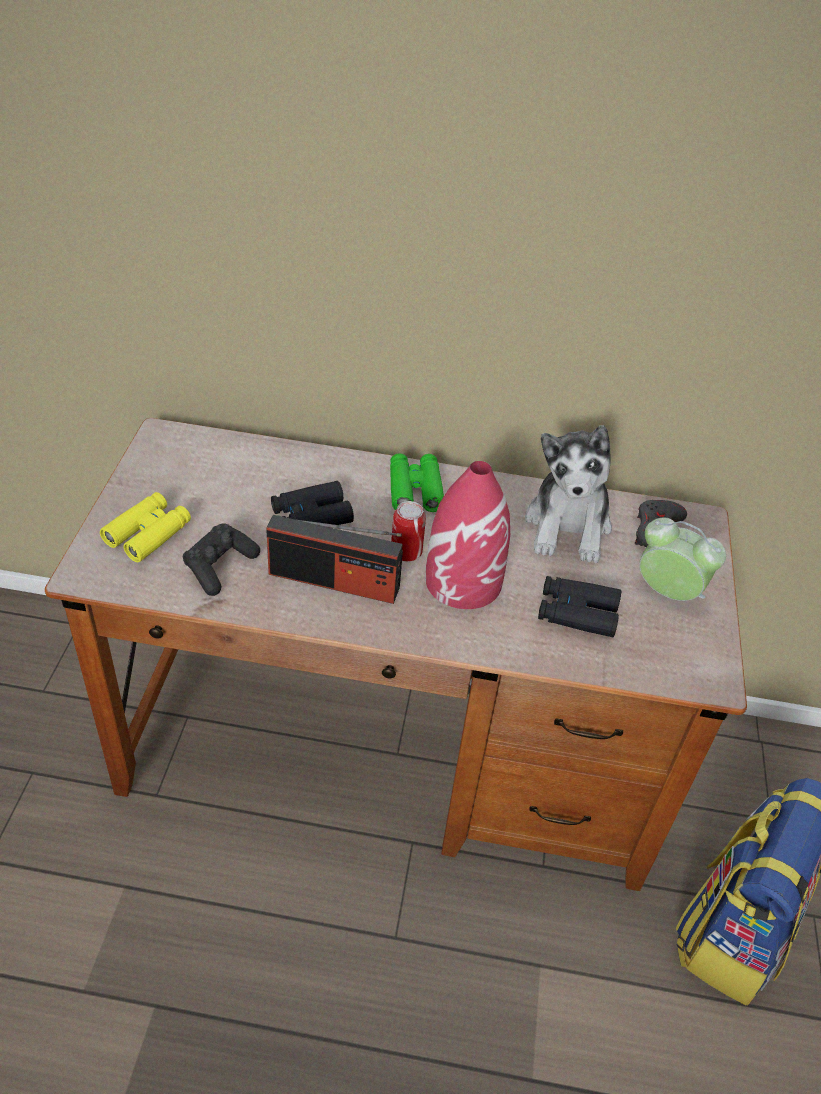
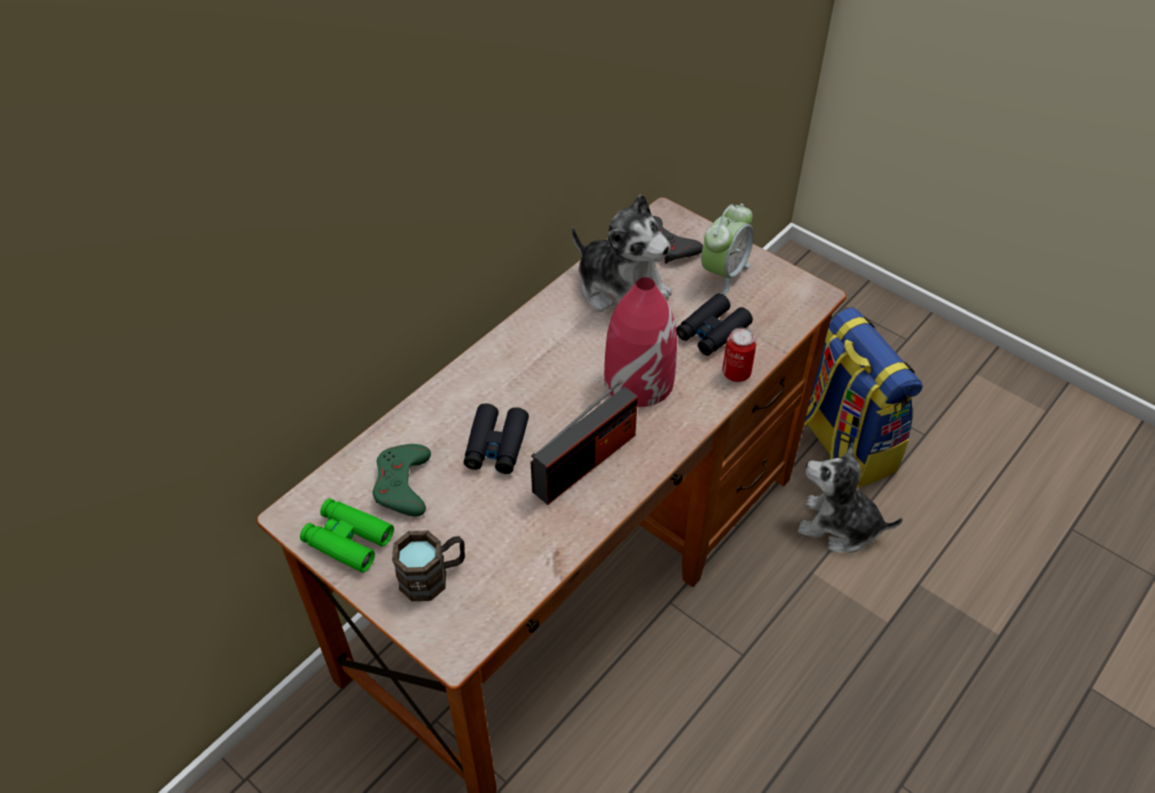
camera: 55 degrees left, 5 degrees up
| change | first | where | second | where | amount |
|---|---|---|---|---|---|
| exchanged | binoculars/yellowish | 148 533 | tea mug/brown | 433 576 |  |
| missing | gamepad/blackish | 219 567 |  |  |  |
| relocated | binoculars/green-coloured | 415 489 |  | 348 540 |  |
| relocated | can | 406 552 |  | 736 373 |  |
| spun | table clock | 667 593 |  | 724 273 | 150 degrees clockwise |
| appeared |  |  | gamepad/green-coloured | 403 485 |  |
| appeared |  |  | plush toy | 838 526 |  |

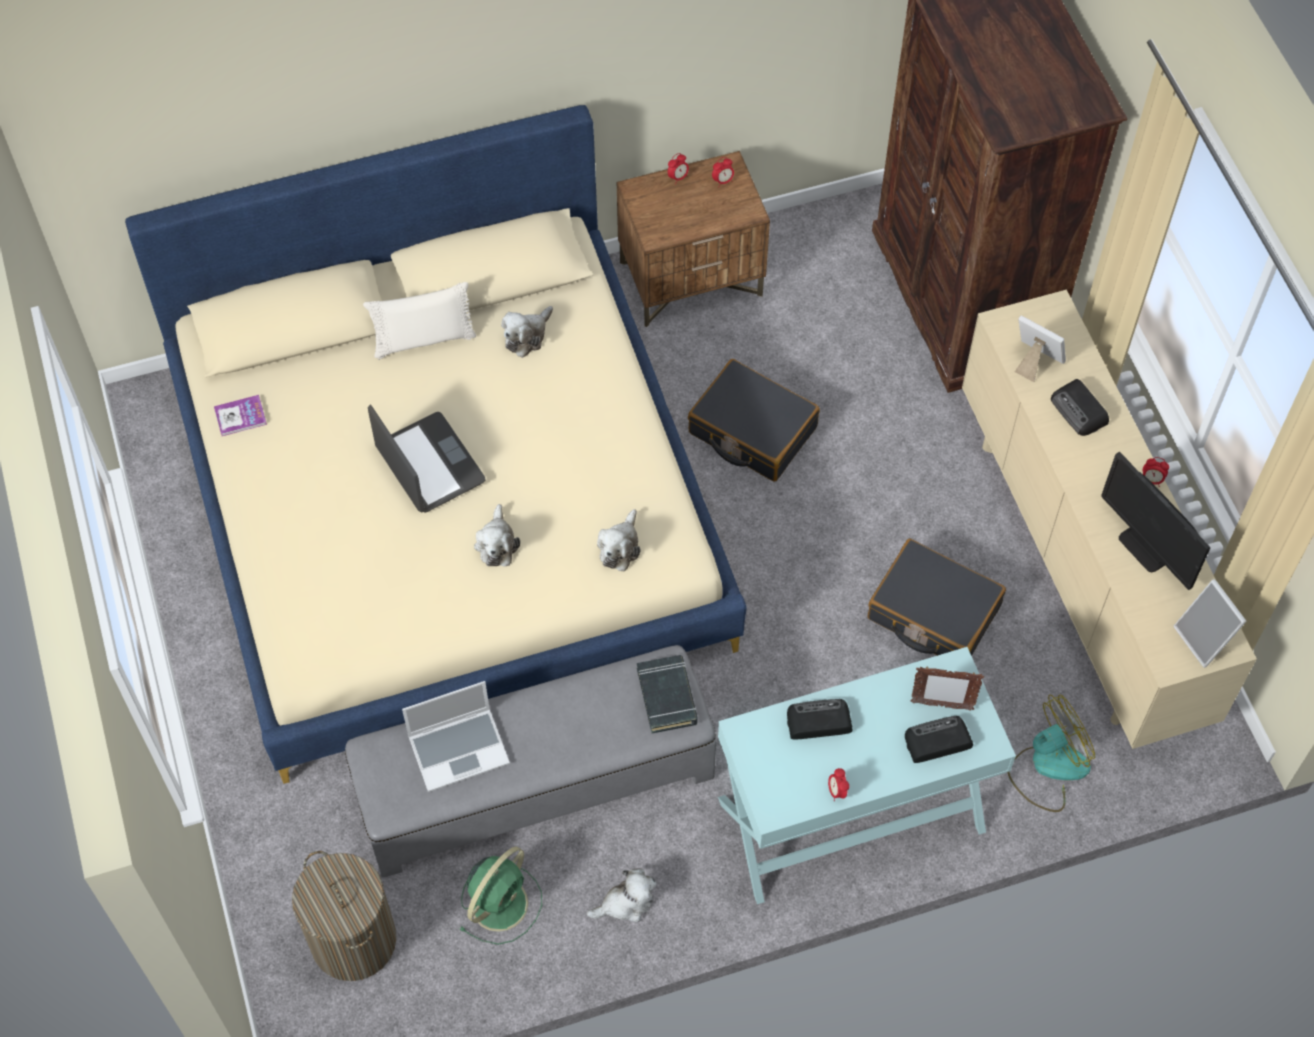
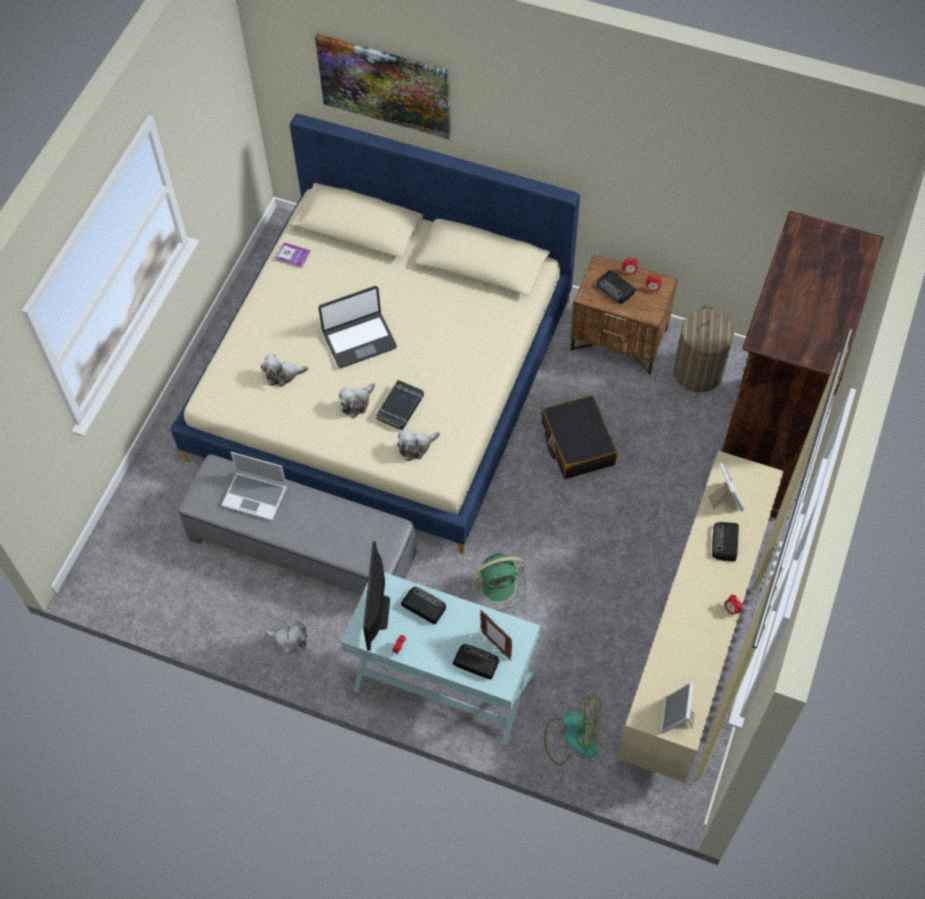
camera: 40 degrees right, 0 degrees up
| change | first | where | second | where | amount |
|---|---|---|---|---|---|
| relocated | washing basket | 353 940 |  | 698 372 |  |
| missing | pillow/white-coloured | 423 339 |  |  |  |
| spun | notebook computer | 429 465 |  | 359 340 | 60 degrees clockwise |
| relocated | cooling fan/green-coloured | 501 901 |  | 500 586 |  |
| relocated | plush toy | 527 336 |  | 283 375 |  |
| relocated | book/blackish | 667 696 |  | 400 407 |  |
| missing | travel case/blackish | 933 613 |  |  |  |
| relocated | monitor | 1146 547 |  | 377 612 |  |
| appeared |  |  | wall art | 385 85 |  |
| appeared |  |  | radio receiver | 615 289 |  |

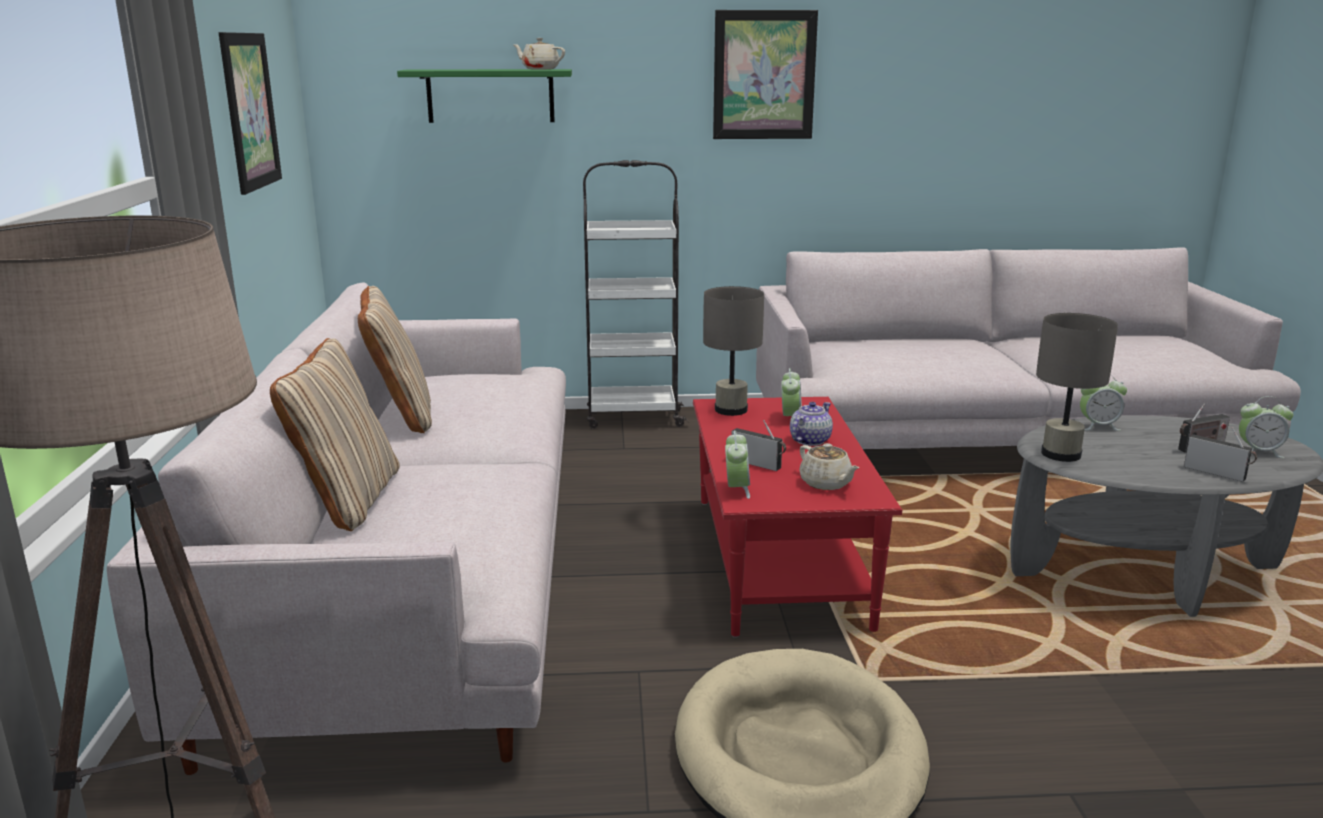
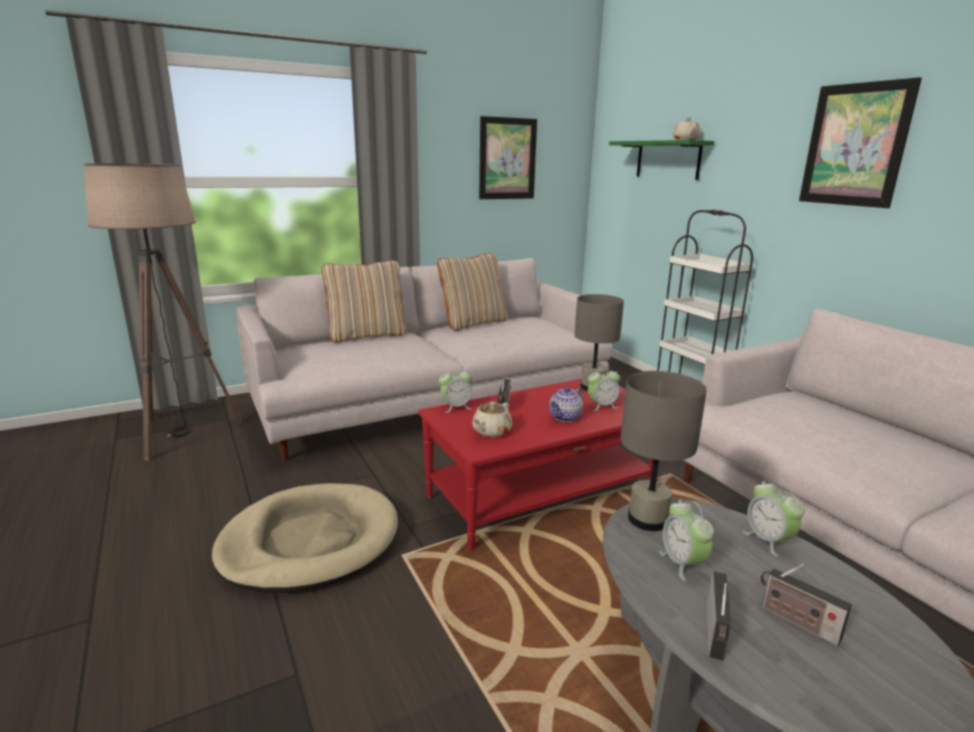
camera: 65 degrees right, 0 degrees up
| change | first | where | second | where | amount |
|---|---|---|---|---|---|
| spun | pot for tea | 809 440 |  | 565 417 | 120 degrees clockwise |
| relocated | table clock | 1258 452 |  | 682 563 |  |

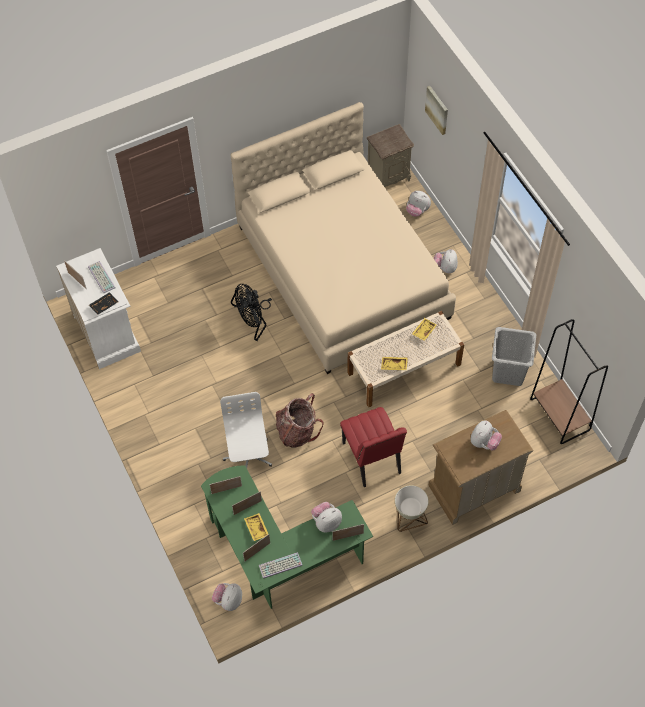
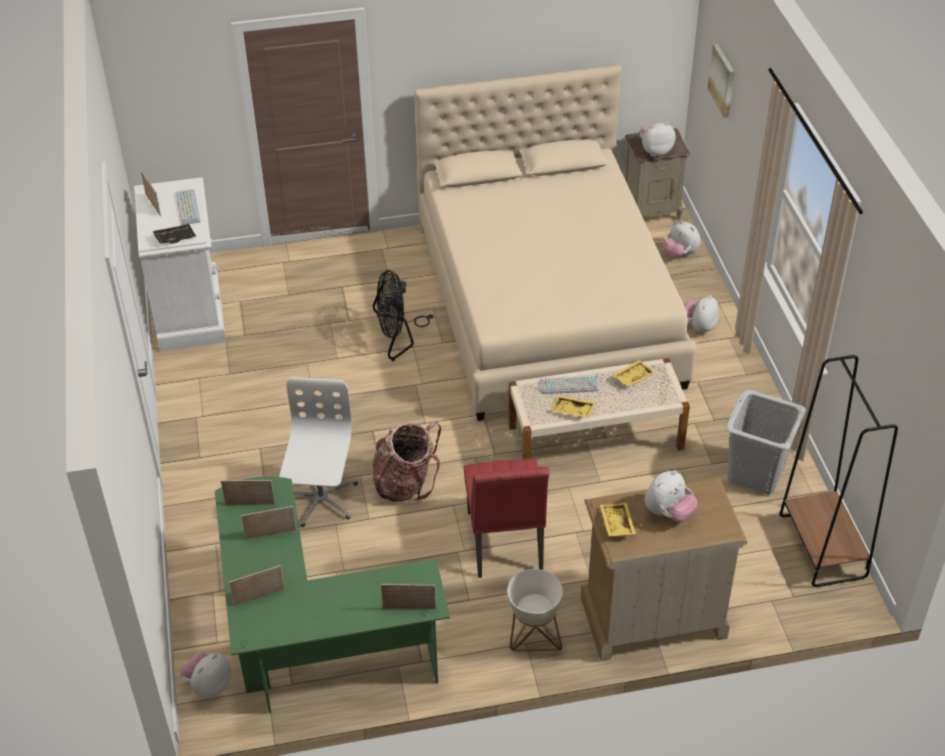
camera: 15 degrees right, 15 degrees down
| change | first | where | second | where | amount |
|---|---|---|---|---|---|
| relocated | serving tray/yellowish | 256 529 |  | 616 524 |  |
| relocated | keyboard | 280 566 |  | 568 386 |  |
| relocated | plush toy | 326 522 |  | 655 151 |  |

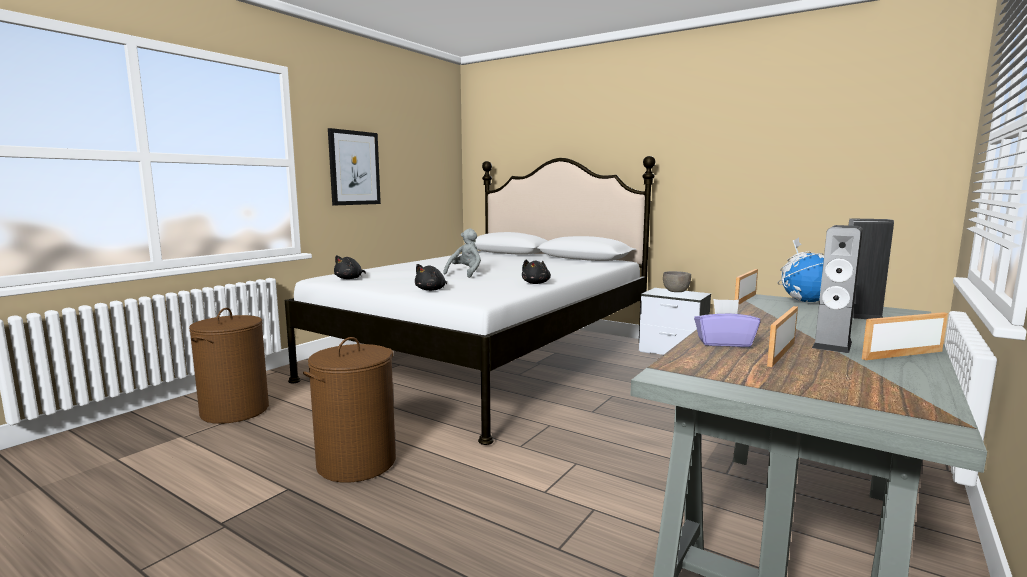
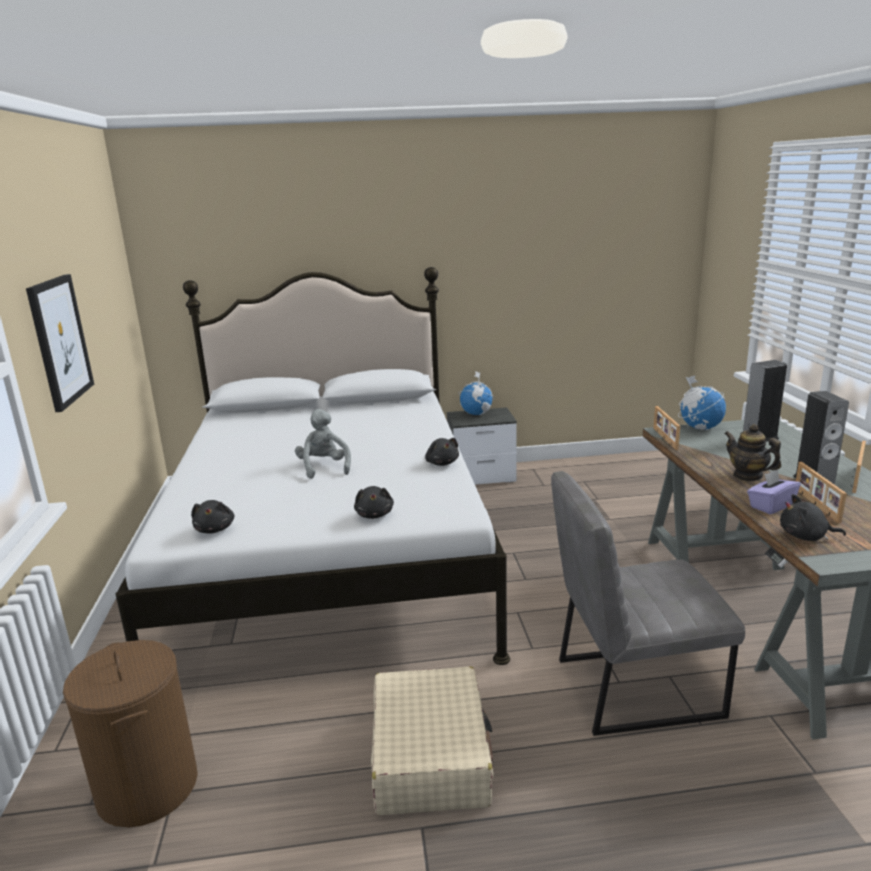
camera: 40 degrees left, 10 degrees up
| change | first | where | second | where | amount |
|---|---|---|---|---|---|
| exchanged | washing basket/brown | 357 462 | travel case/beige | 430 755 |  |
| exchanged | deep dish/greyish | 676 292 | desk globe | 476 414 |  |
| appeared |  |  | chair/greyish | 633 687 |  |
| appeared |  |  | pot for tea | 748 476 |  |
| appeared |  |  | plush toy/blackish | 805 536 |  |

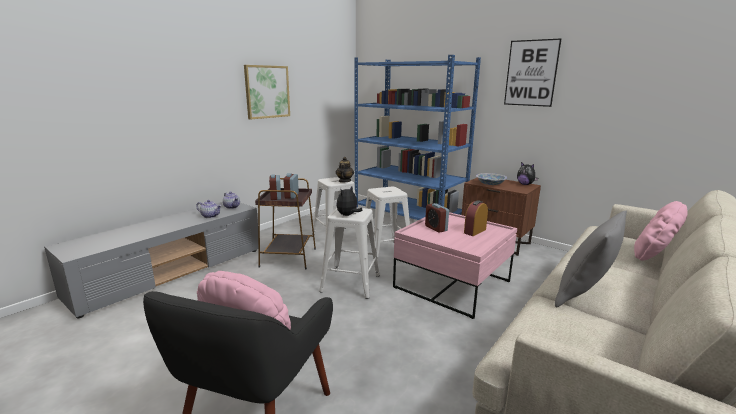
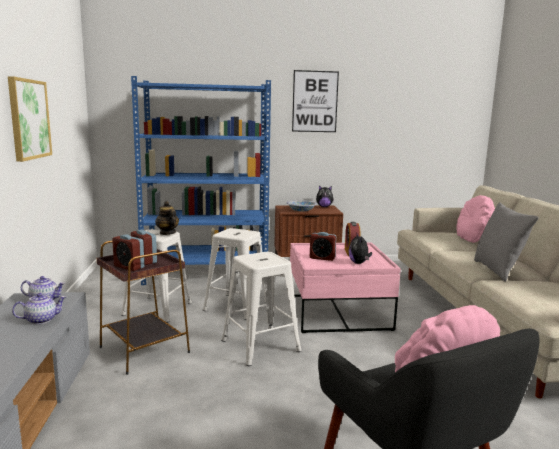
camera: 45 degrees left, 5 degrees down
| change | first | where | second | where | amount |
|---|---|---|---|---|---|
| relocated | plush toy | 348 215 |  | 359 263 |  |

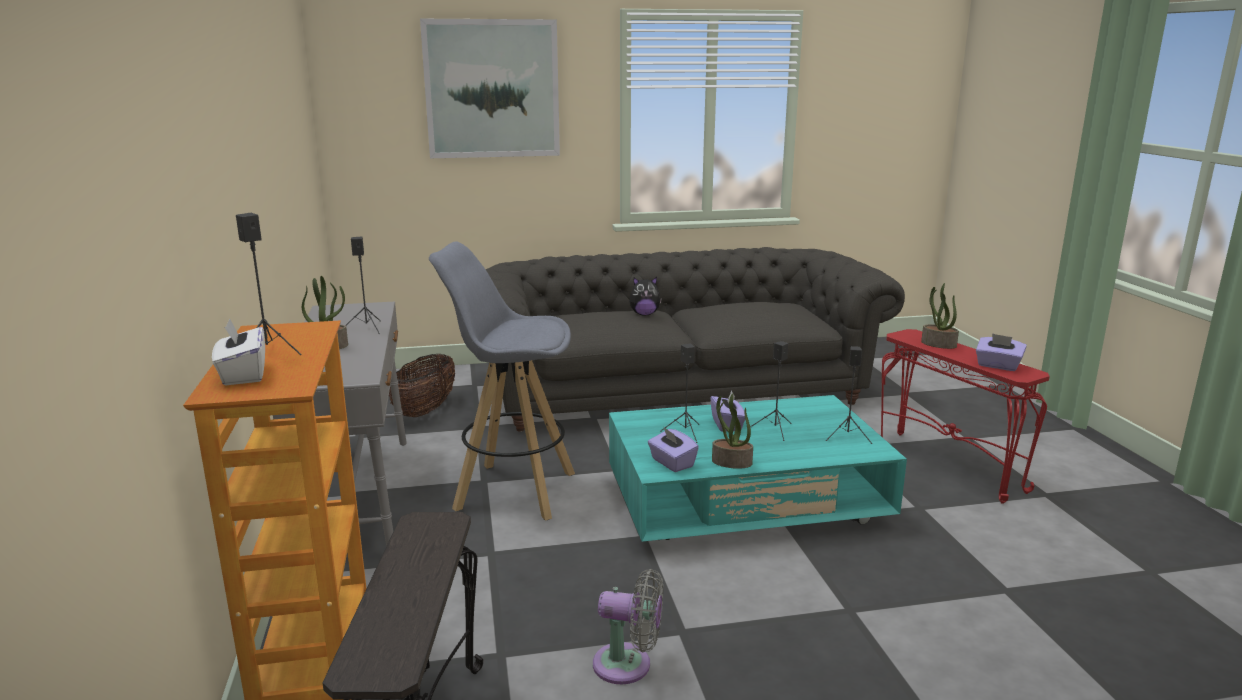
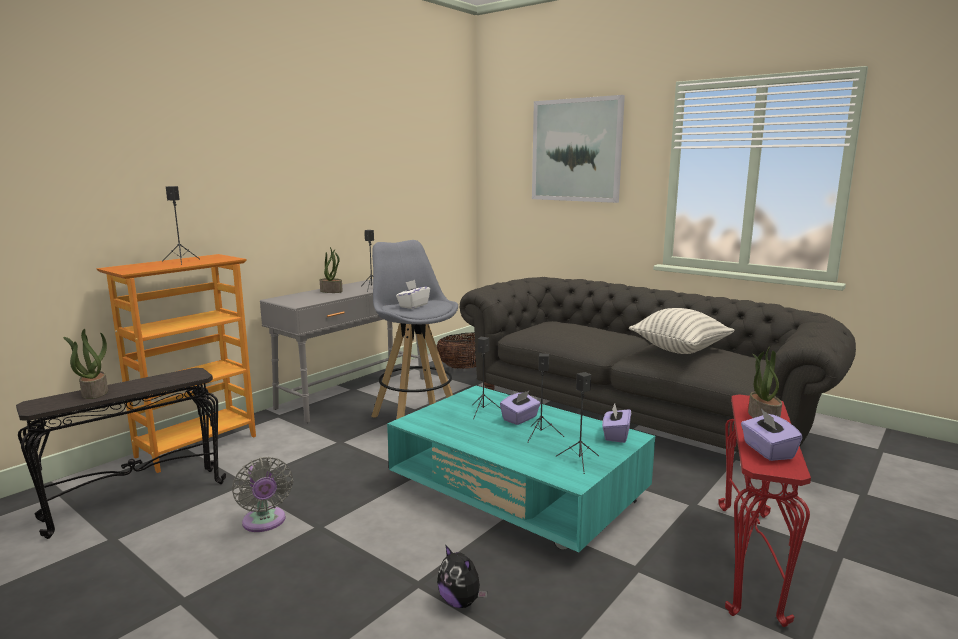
camera: 50 degrees right, 5 degrees down
| change | first | where | second | where | amount |
|---|---|---|---|---|---|
| relocated | box of tissues/white-coloured | 243 375 |  | 413 305 |  |
| relocated | plush toy | 644 314 |  | 461 601 |  |
| relocated | box of tissues/purple | 672 463 |  | 615 435 |  |
| relocated | potted plant | 731 462 |  | 94 392 |  |
| appeared |  |  | pillow | 679 349 |  |

